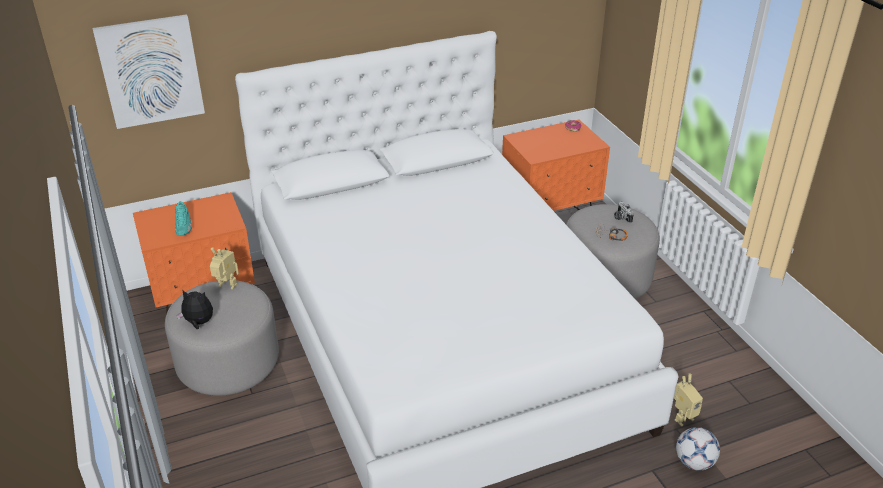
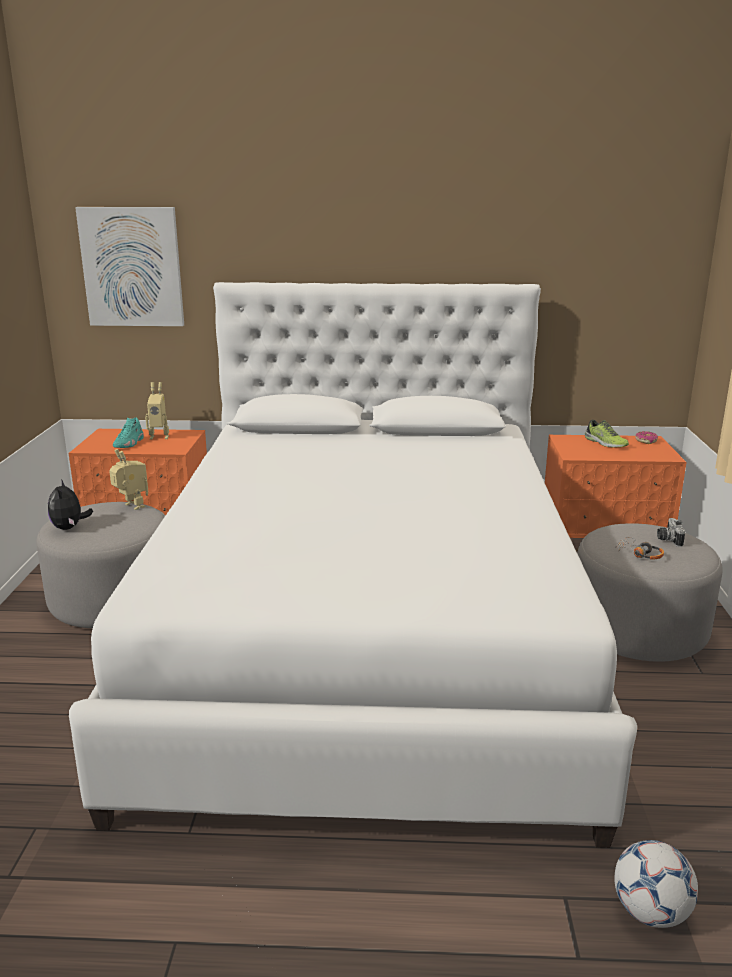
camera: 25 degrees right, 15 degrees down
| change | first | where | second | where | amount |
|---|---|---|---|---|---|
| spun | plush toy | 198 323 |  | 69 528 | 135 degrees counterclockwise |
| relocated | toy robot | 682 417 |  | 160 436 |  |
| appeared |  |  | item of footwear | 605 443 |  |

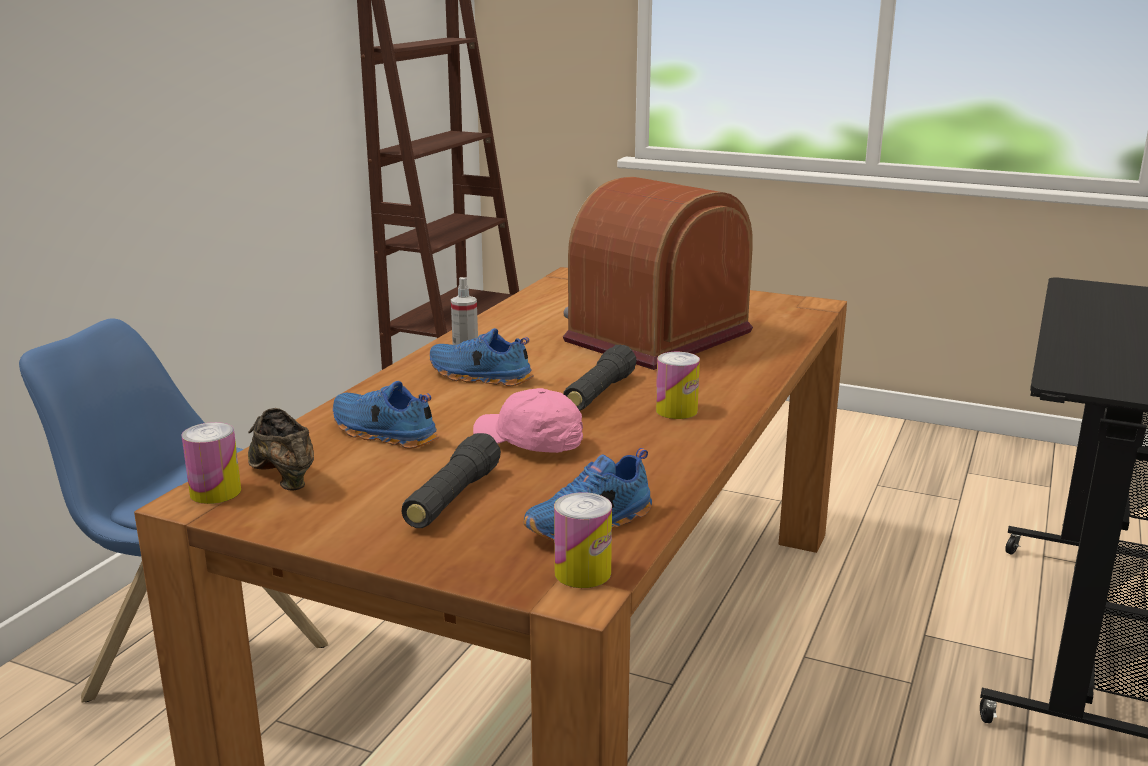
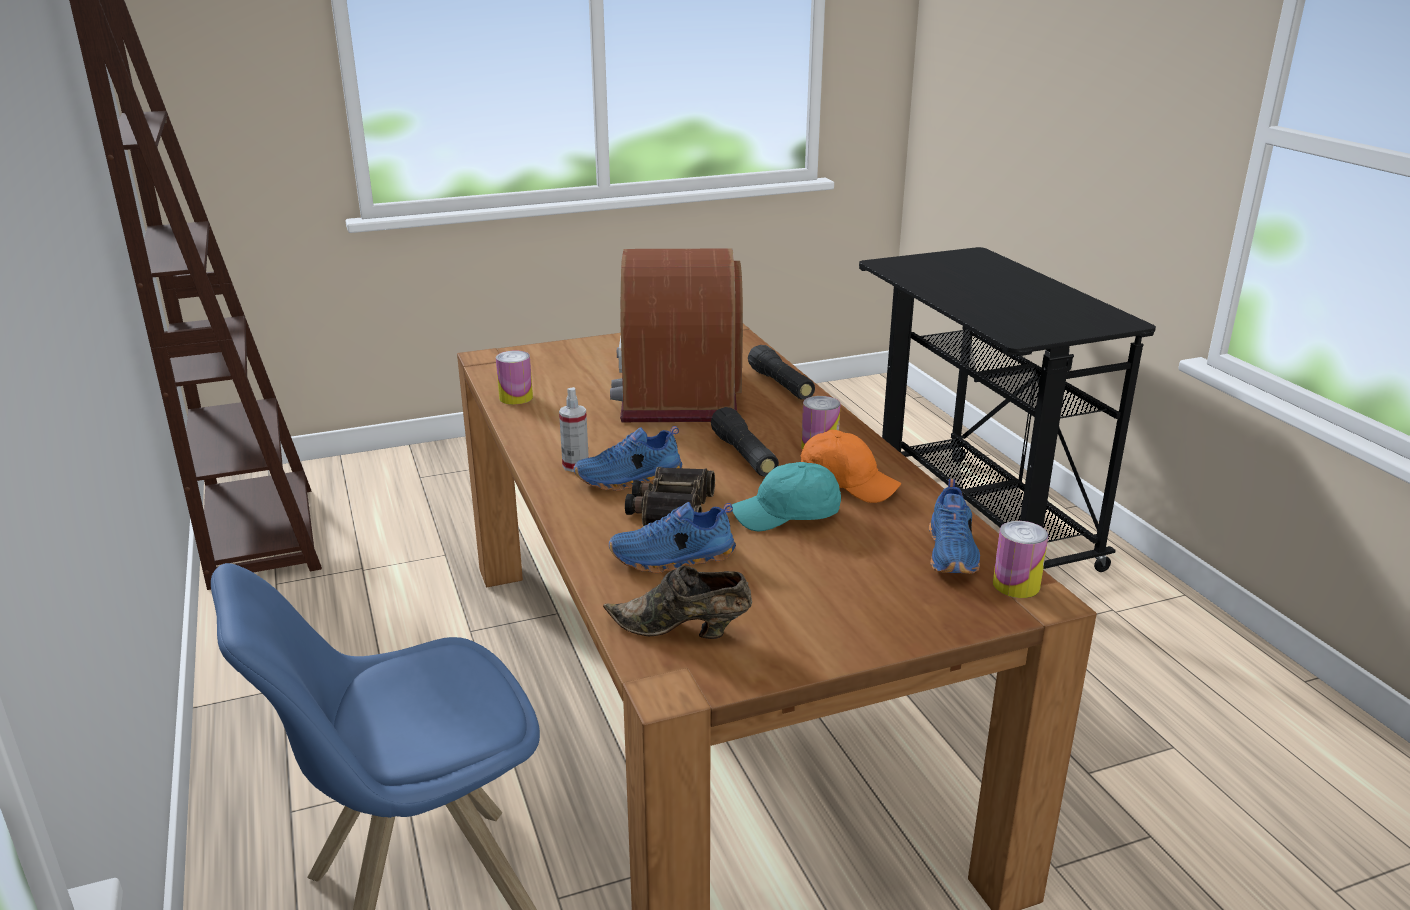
camera: 45 degrees left, 5 degrees up
| change | first | where | second | where | amount |
|---|---|---|---|---|---|
| relocated | can | 215 492 |  | 516 398 |  |
| relocated | flashlight/blackish | 452 499 |  | 781 385 |  |
| colour | baseball cap/pink-coloured | 529 443 | baseball cap/turquoise | 787 515 |  |
| appeared |  |  | binoculars | 670 509 |  |
| appeared |  |  | baseball cap/orangey | 847 483 |  |

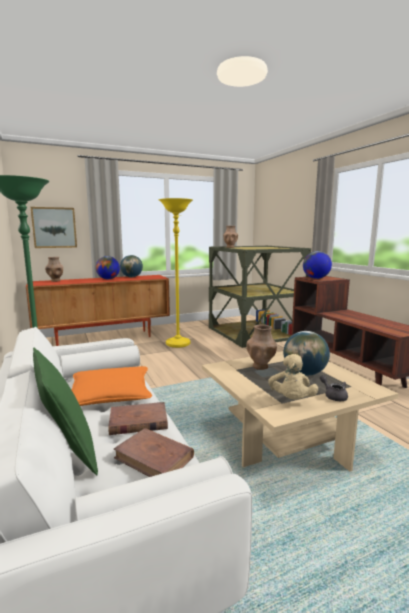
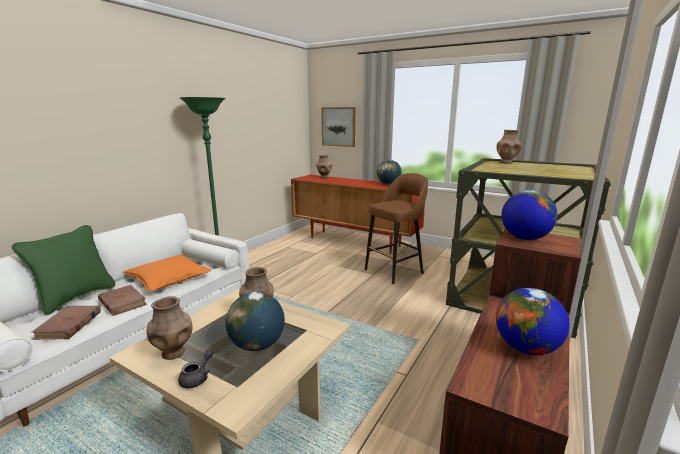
camera: 55 degrees right, 5 degrees up
| change | first | where | second | where | amount |
|---|---|---|---|---|---|
| relocated | desk globe | 108 279 |  | 526 348 |  |
| exchanged | floor lamp/yellowish | 178 344 | sitting stool/brown | 395 271 |  |
| exchanged | plush toy/beige | 291 400 | vase/brown | 173 353 |  |

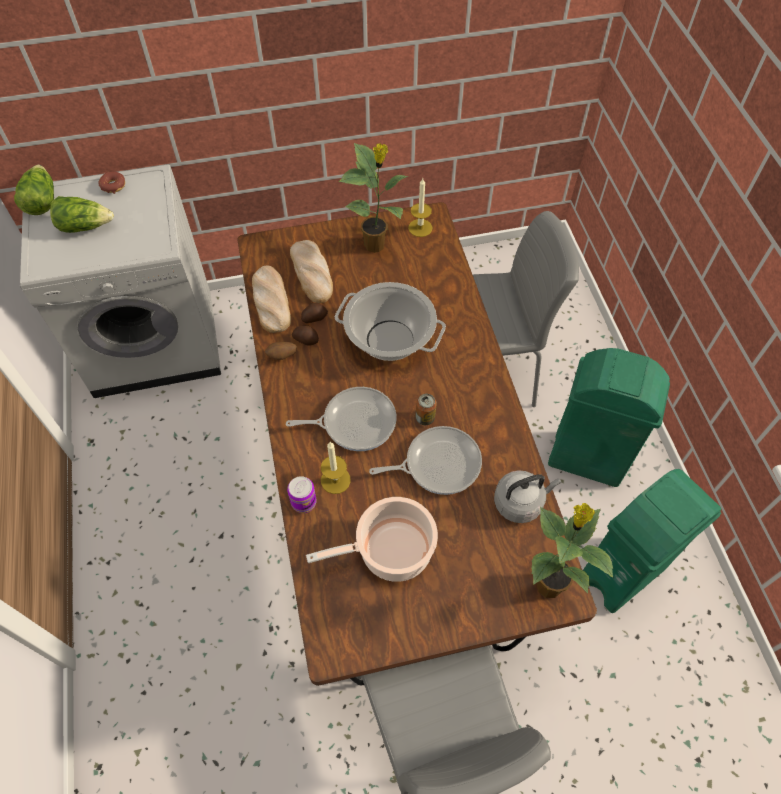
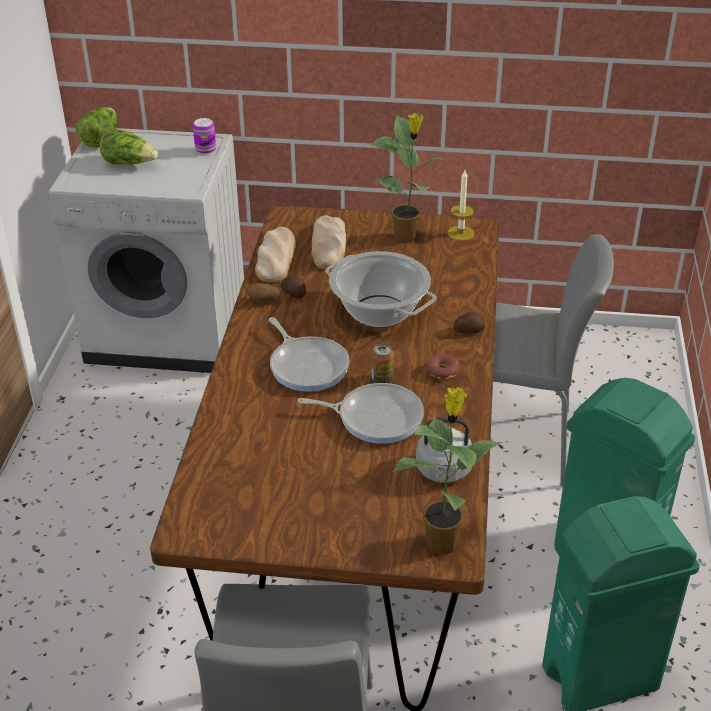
camera: 20 degrees right, 20 degrees down
| change | first | where | second | where | amount |
|---|---|---|---|---|---|
| relocated | doughnut | 113 185 |  | 442 371 |  |
| spun | frying pan | 355 422 |  | 307 366 | 45 degrees clockwise |
| relocated | can | 304 502 |  | 205 149 |  |
| relocated | potato | 314 317 |  | 468 330 |  |
| missing | saucepot | 390 551 |  |  |  |
| missing | wax candle | 335 480 |  |  |  |

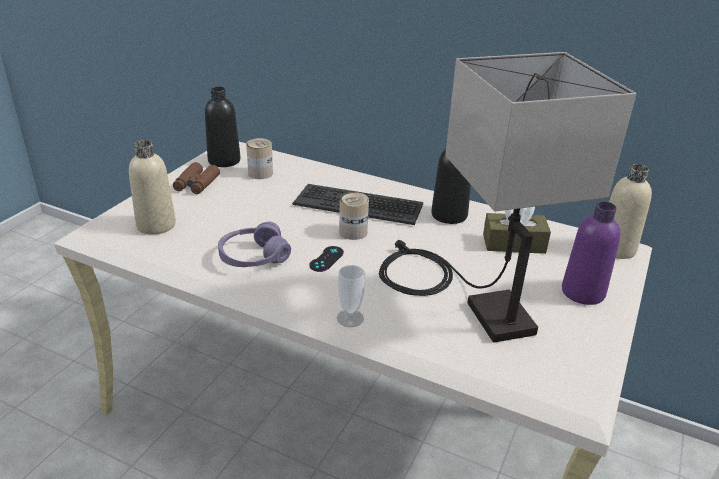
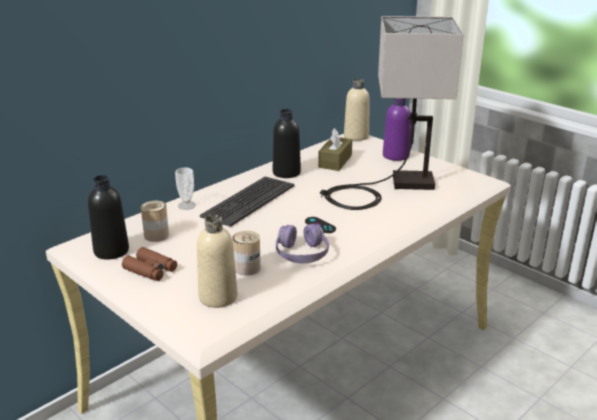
camera: 70 degrees left, 5 degrees down
| change | first | where | second | where | amount |
|---|---|---|---|---|---|
| relocated | drinking cup | 350 318 |  | 187 205 |  |
| relocated | can | 353 232 |  | 247 268 |  |

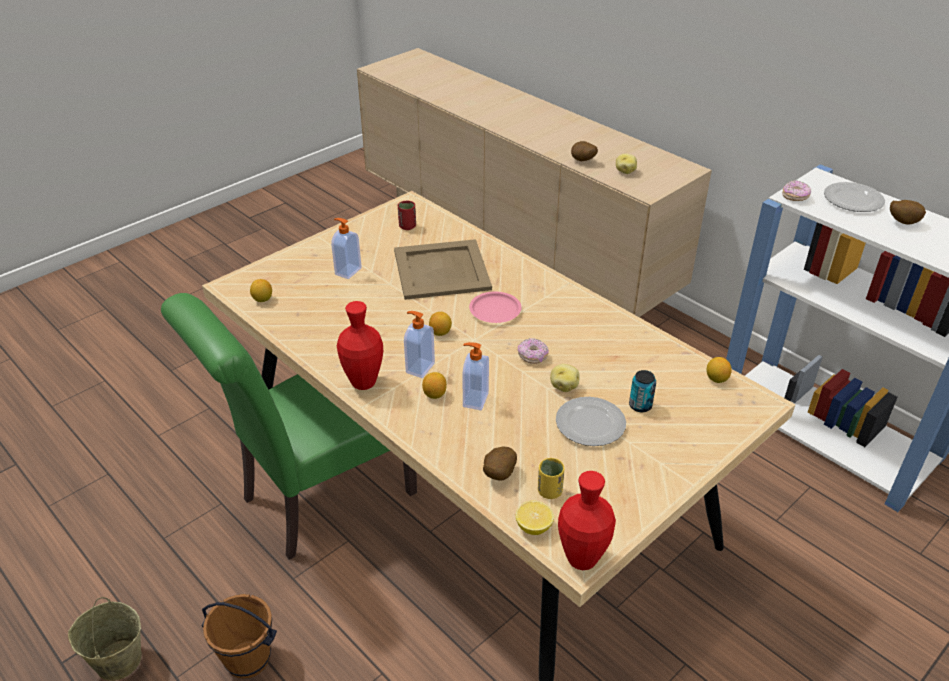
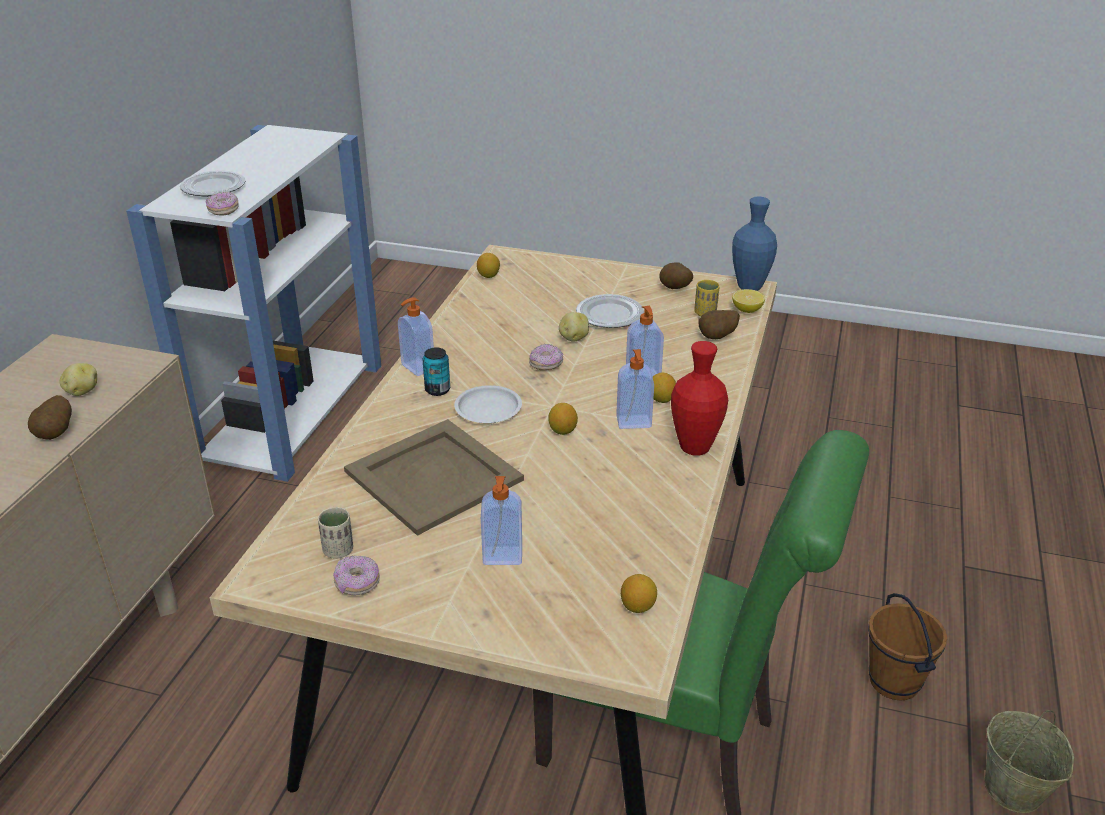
camera: 120 degrees left, 5 degrees down
| change | first | where | second | where | amount |
|---|---|---|---|---|---|
| colour | drinking cup/reddish | 407 226 | drinking cup/beige | 338 551 |  |
| colour | plate/pink-coloured | 495 310 | plate/white-coloured | 487 409 |  |
| colour | vase/reddish | 582 559 | vase/blue-coloured | 749 287 |  |
| relocated | can | 640 405 |  | 437 390 |  |
| relocated | potato | 901 222 |  | 674 289 |  |
| appeared |  |  | doughnut | 357 583 |  |
| appeared |  |  | soap bottle | 417 367 |  |

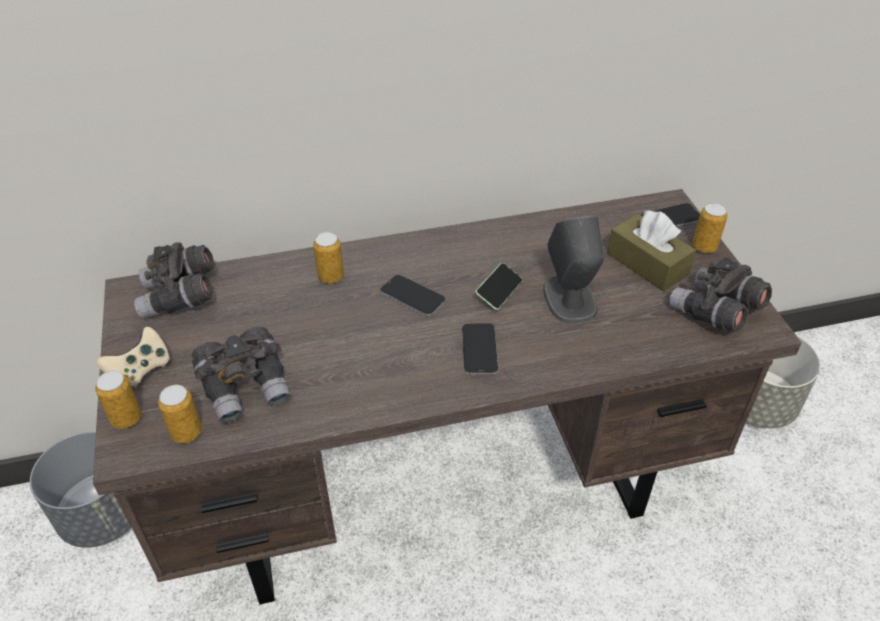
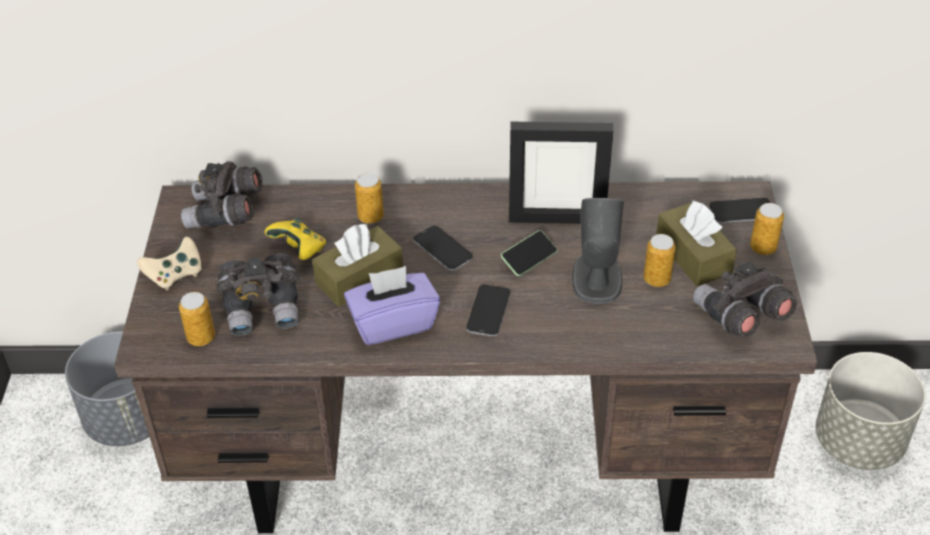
camera: 15 degrees right, 0 degrees up
| change | first | where | second | where | amount |
|---|---|---|---|---|---|
| relocated | can | 126 418 |  | 657 279 |  |
| appeared |  |  | gamepad/yellowish | 299 250 |  |
| appeared |  |  | box of tissues/brown | 359 278 |  |
| appeared |  |  | box of tissues/purple | 393 323 |  |
| appeared |  |  | picture frame | 556 217 |  |

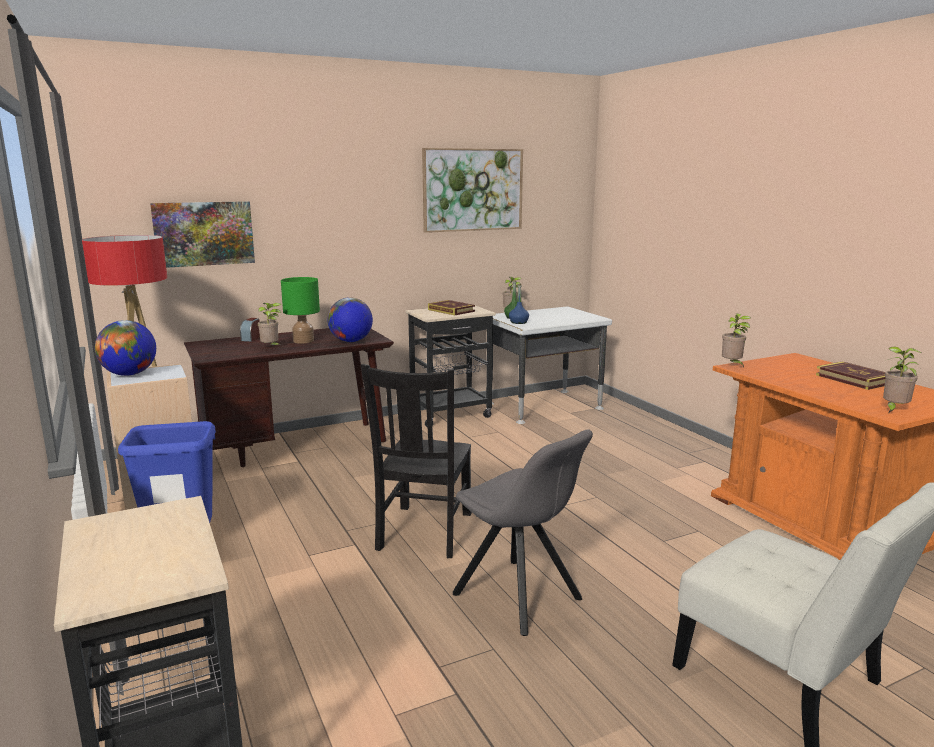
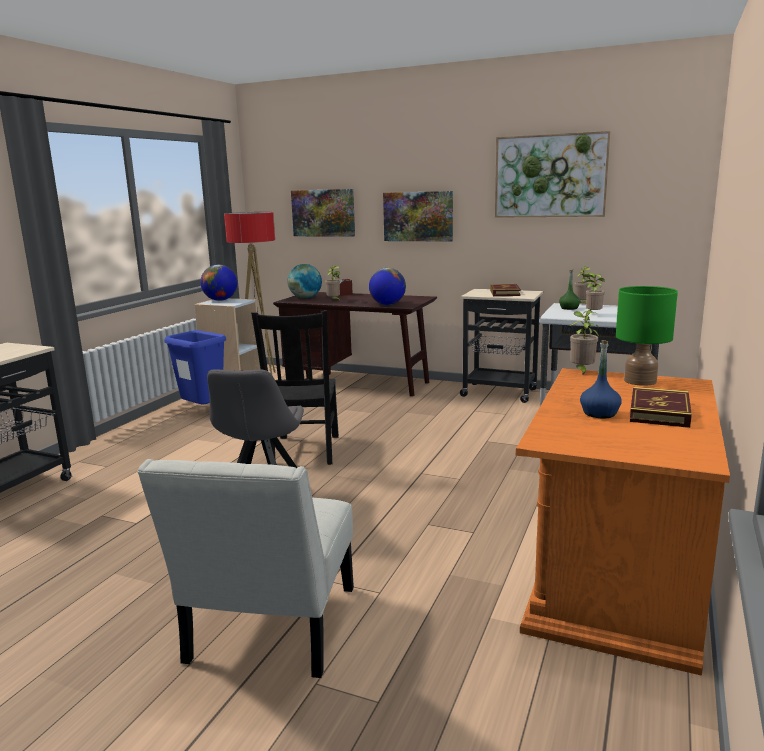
camera: 50 degrees right, 0 degrees up
| change | first | where | second | where | amount |
|---|---|---|---|---|---|
| relocated | lamp for a table/green-coloured | 303 341 |  | 639 381 |  |
| spun | chair/blackish | 423 533 |  | 304 451 | 60 degrees counterclockwise |
| relocated | beverage bottle/blue-coloured | 518 322 |  | 599 413 |  |
| relocated | potted plant | 894 409 |  | 592 314 |  |
| appeared |  |  | desk globe | 305 298 |  |
| appeared |  |  | wall art | 418 216 |  |

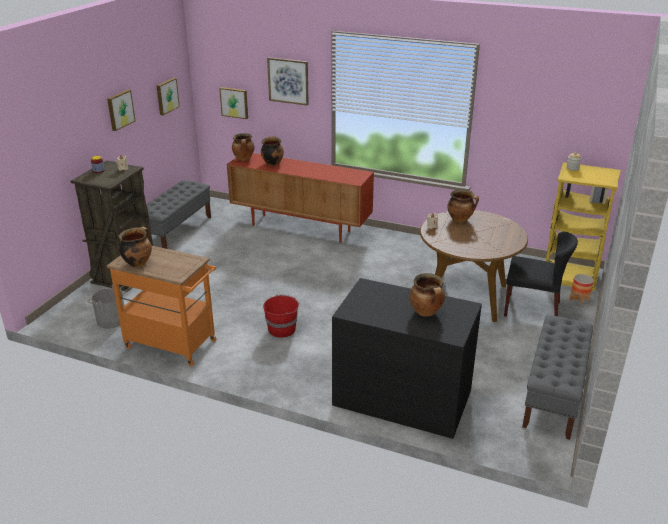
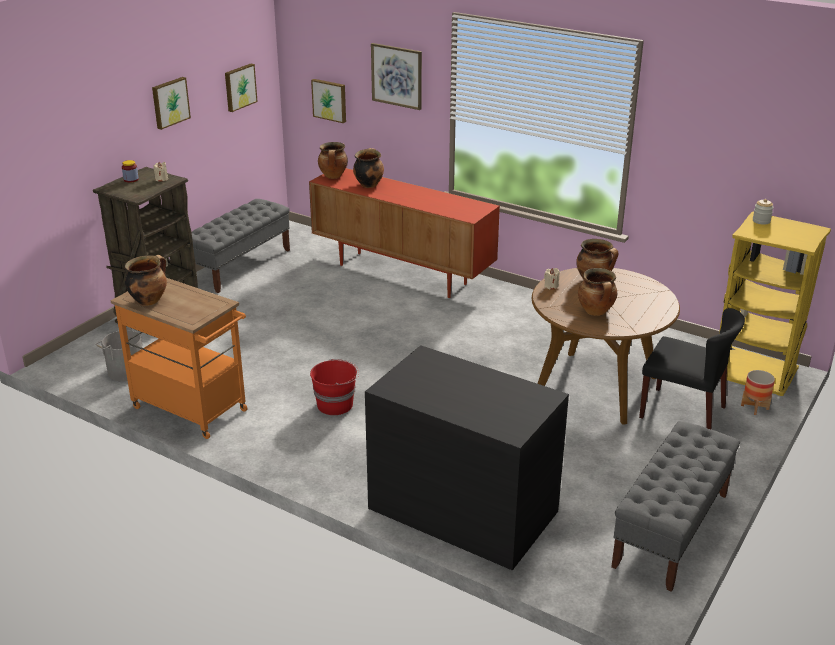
camera: 10 degrees right, 0 degrees up
| change | first | where | second | where | amount |
|---|---|---|---|---|---|
| relocated | saucepot | 426 312 |  | 596 312 |  |

